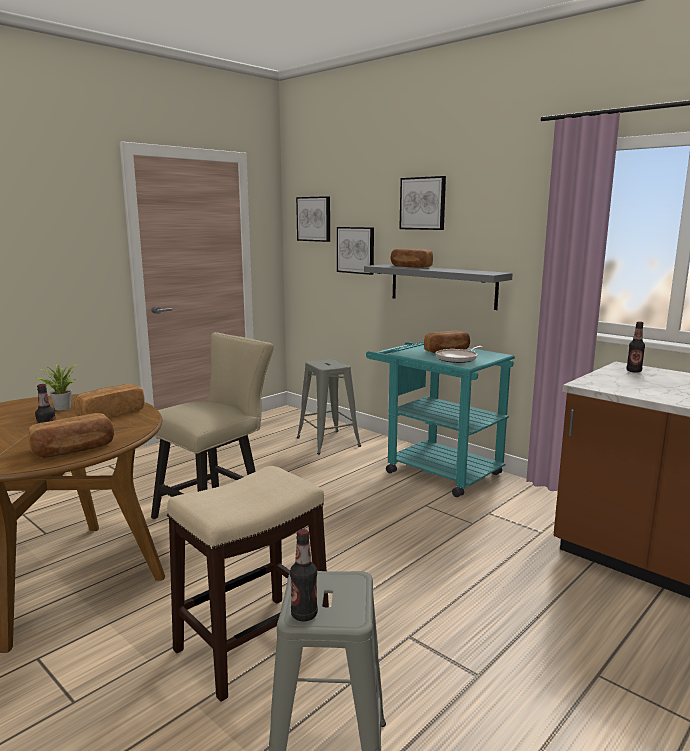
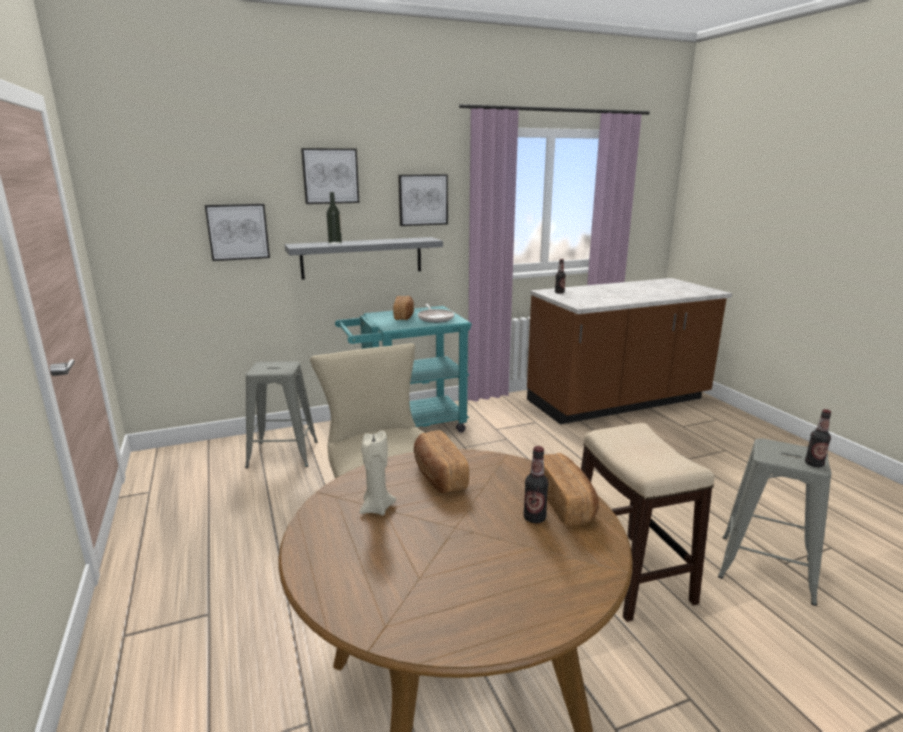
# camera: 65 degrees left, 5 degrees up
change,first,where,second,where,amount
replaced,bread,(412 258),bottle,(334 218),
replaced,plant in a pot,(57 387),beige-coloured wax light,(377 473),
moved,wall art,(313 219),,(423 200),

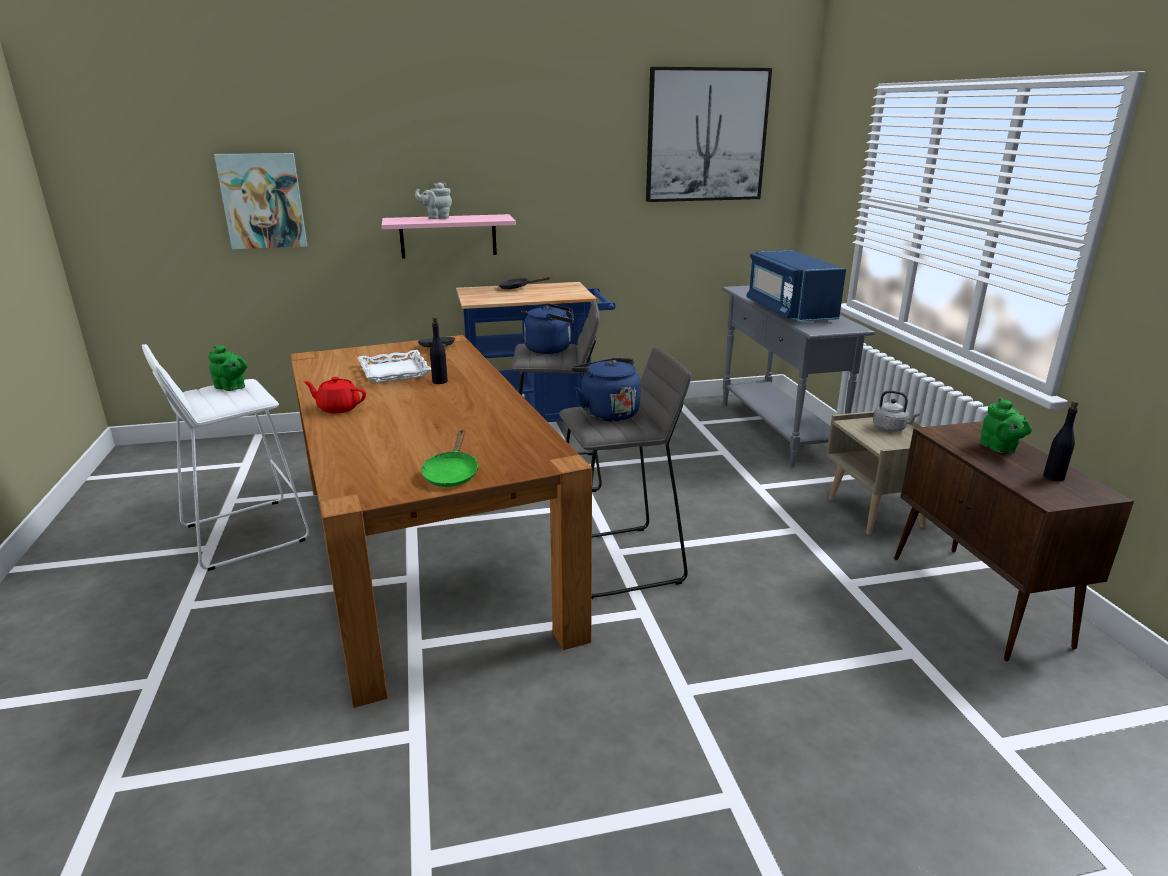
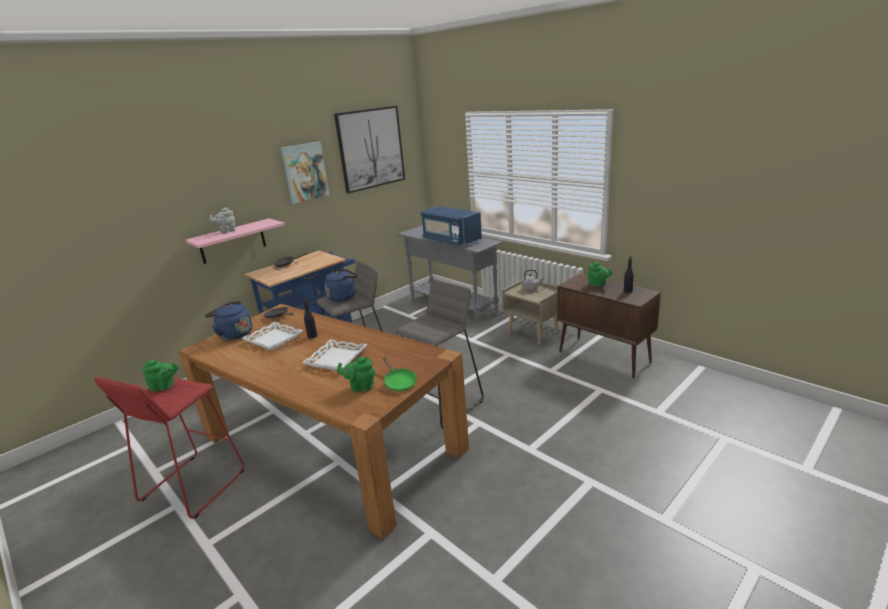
# camera: 30 degrees left, 0 degrees up
change,first,where,second,where,amount
recoloured,whitish stool seat,(225 457),red-coloured stool seat,(169 448),
moved,blue-coloured kettle,(606 390),,(228 320),
moved,wall art,(261 201),,(304 172),
added,,,whitish serving tray,(335 354),
added,,,green-coloured pot for tea,(356 374),
removed,red-coloured pot for tea,(334 395),,,

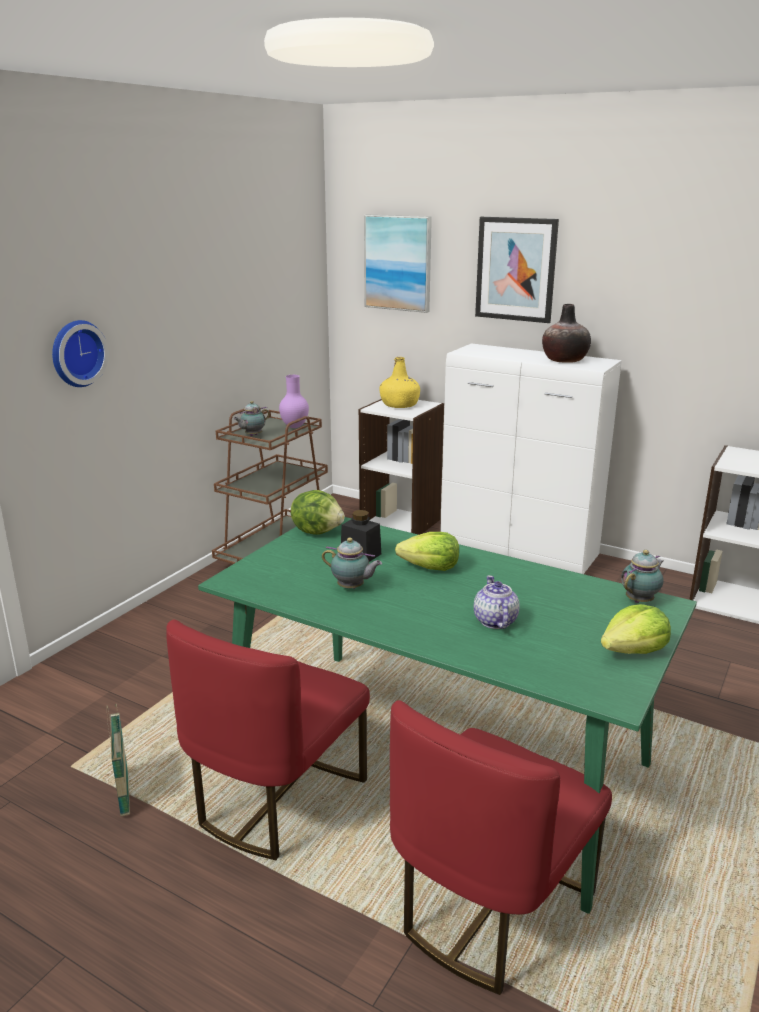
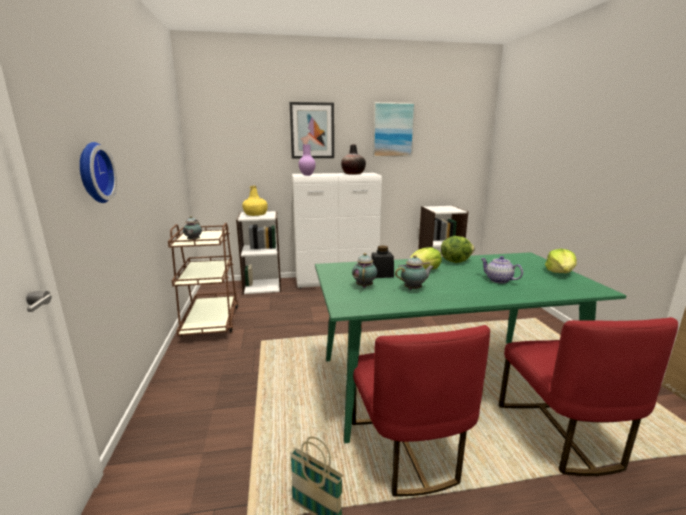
# camera: 40 degrees left, 5 degrees down
change,first,where,second,where,amount
moved,purple-coloured vase,(294 401),,(307 160),
moved,pot for tea,(642 576),,(364 270),
moved,wall art,(398 264),,(394 129),
moved,head of lettuce,(318 512),,(458 249),

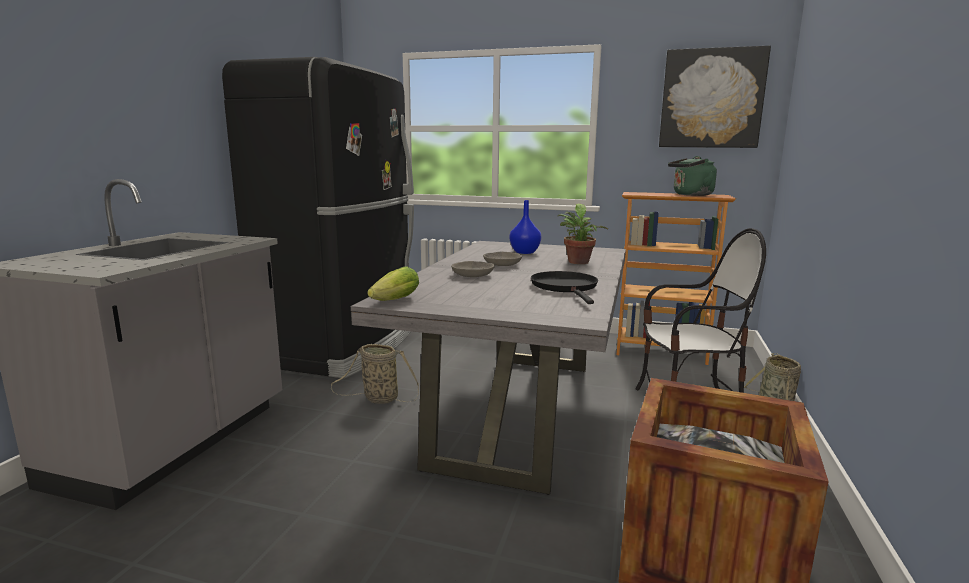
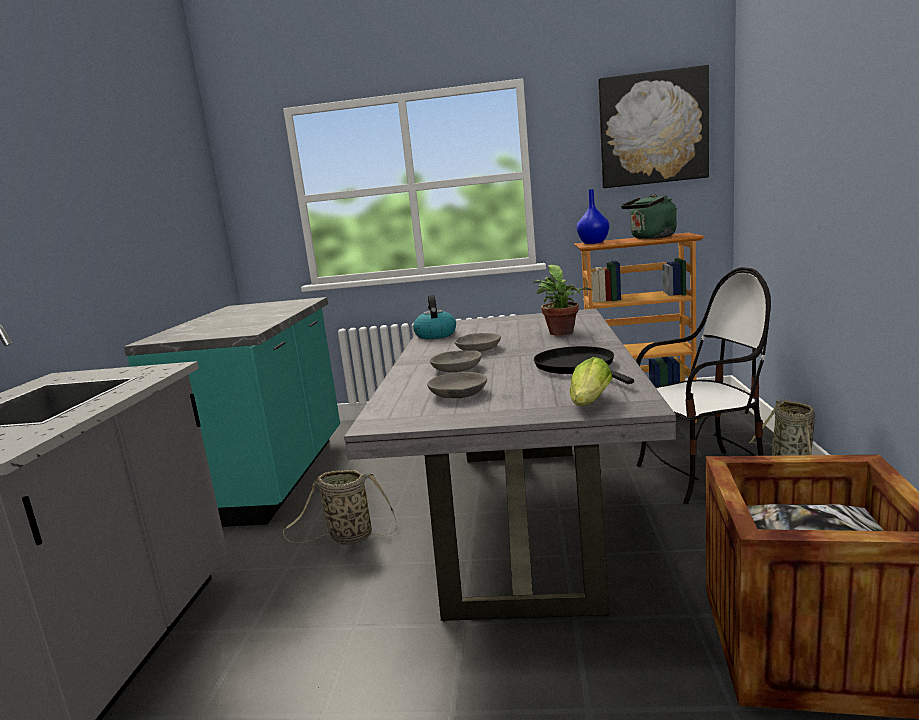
# camera: 10 degrees left, 0 degrees up
change,first,where,second,where,amount
replaced,blackish refrigerator,(318 218),blue-green kitchen base unit,(232 412),
added,,,kettle,(434 317),
added,,,gray serving bowl,(457 385),
moved,head of lettuce,(393 283),,(591 381),
moved,blue-coloured vase,(525 227),,(593 216),

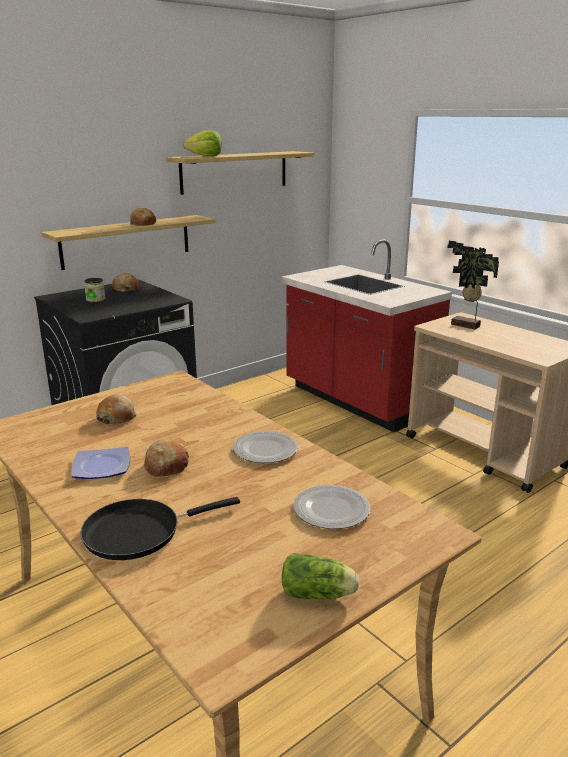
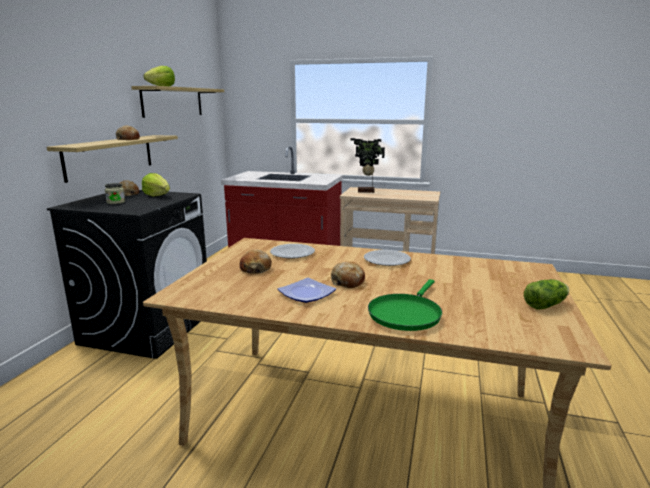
# camera: 35 degrees left, 5 degrees down
change,first,where,second,where,amount
added,,,head of lettuce,(156 184),
moved,flat dish,(331 507),,(292 251),
recoloured,blackish skillet,(160 528),green-coloured skillet,(405 305),

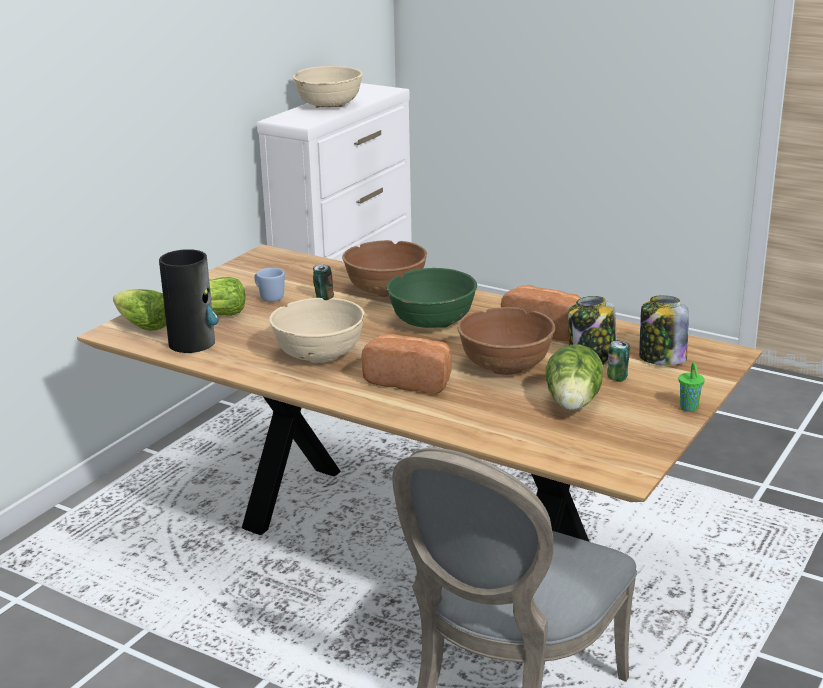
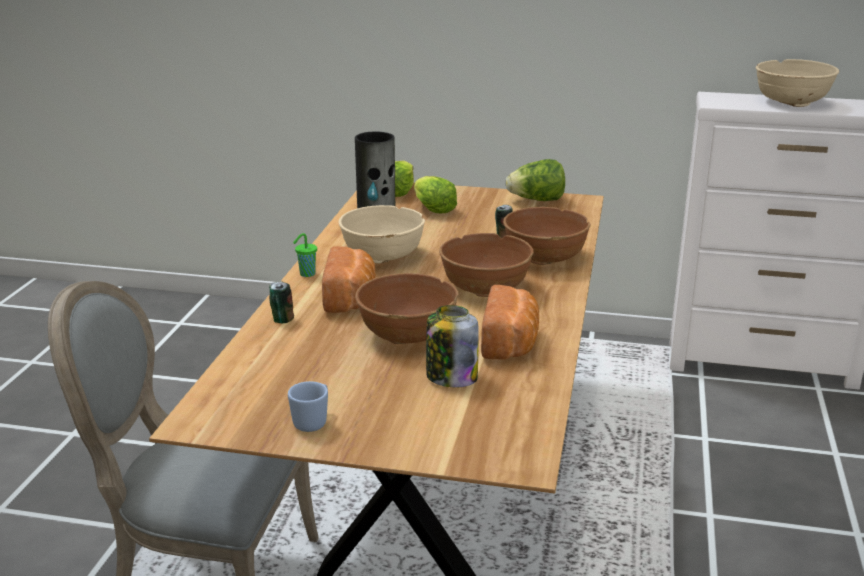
# camera: 70 degrees right, 0 degrees up
change,first,where,second,where,amount
moved,metal can,(618 361),,(281 302),
moved,blue-coloured tea mug,(269 285),,(308 406),
moved,green-coloured small cup,(692 387),,(305 255),
recoloured,green-coloured serving bowl,(432 298),brownish serving bowl,(486 265),
moved,head of lettuce,(574 377),,(535 180),
removed,storage jar,(664 330),,,

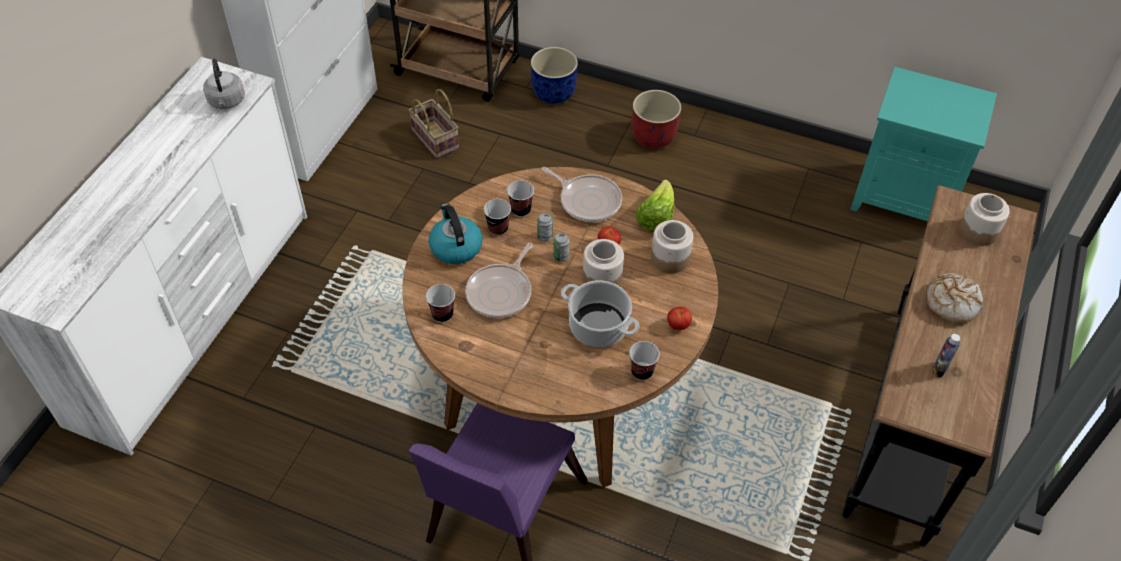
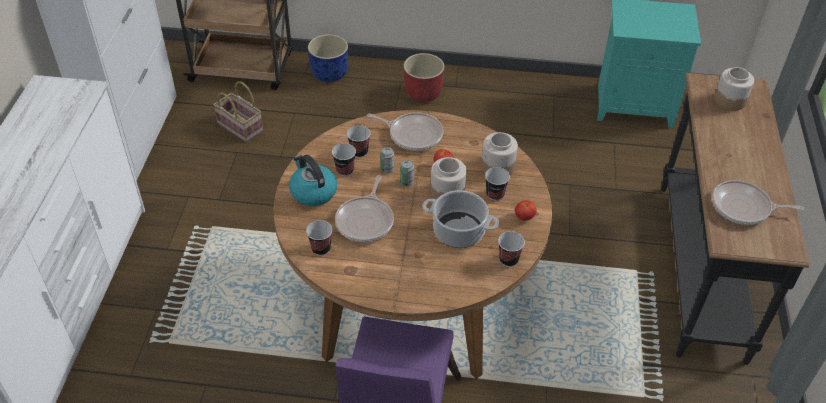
# camera: 15 degrees left, 5 degrees down
change,first,where,second,where,amount
added,,,small cup,(497 184),
replaced,bottle,(946 356),skillet,(758 202),
removed,gray kettle,(224 84),,,
removed,head of lettuce,(655 205),,,
removed,bread,(954 298),,,

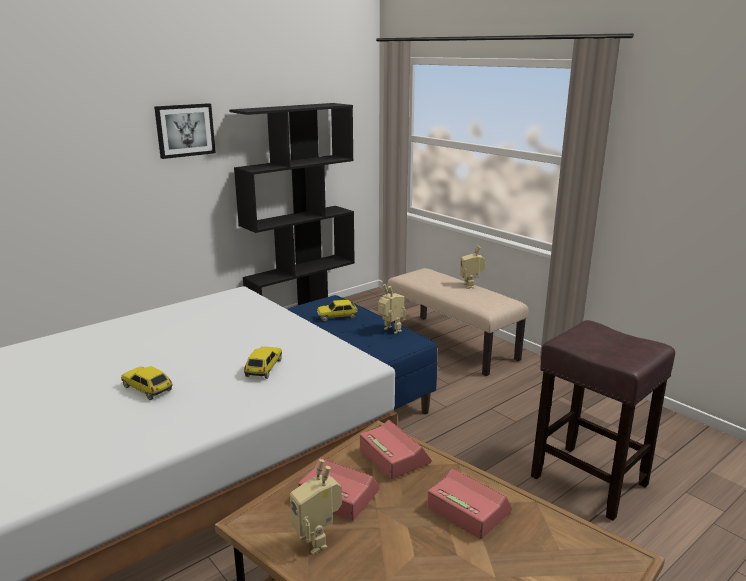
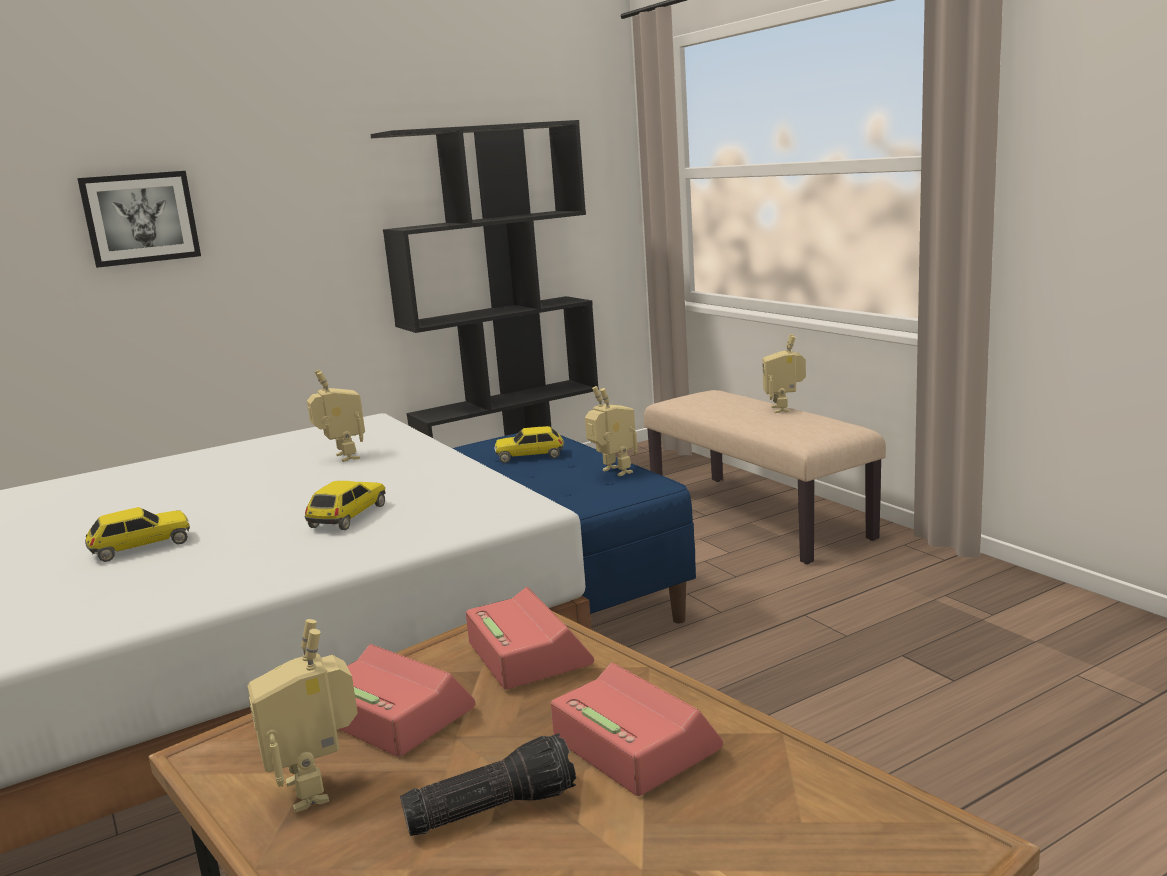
# camera: 10 degrees right, 5 degrees down
change,first,where,second,where,amount
moved,wall art,(185 131),,(139 219),
turned,model car,(146 383),,(137 534),105 degrees clockwise
added,,,model robot,(336 416),
added,,,hand torch,(488 784),
removed,brownish stool seat,(603 420),,,

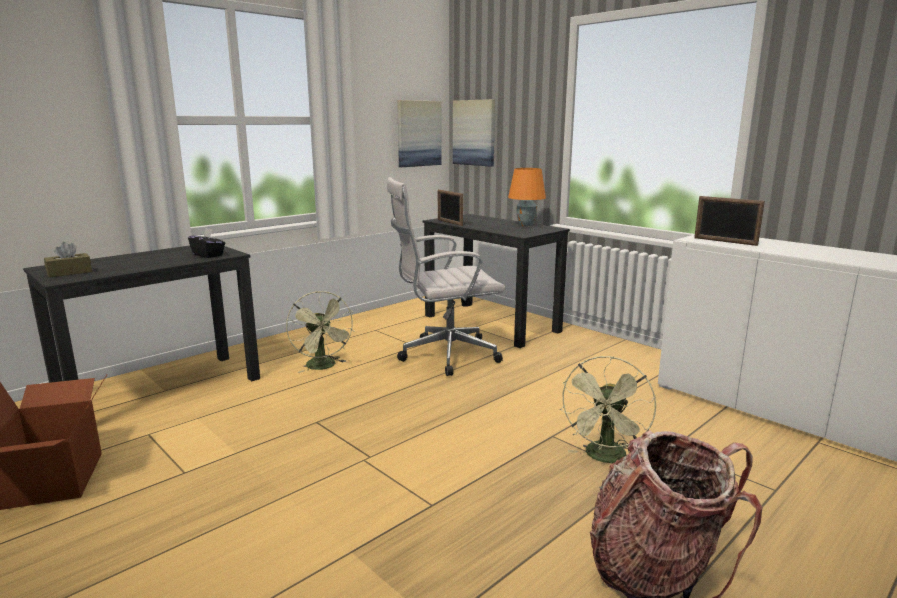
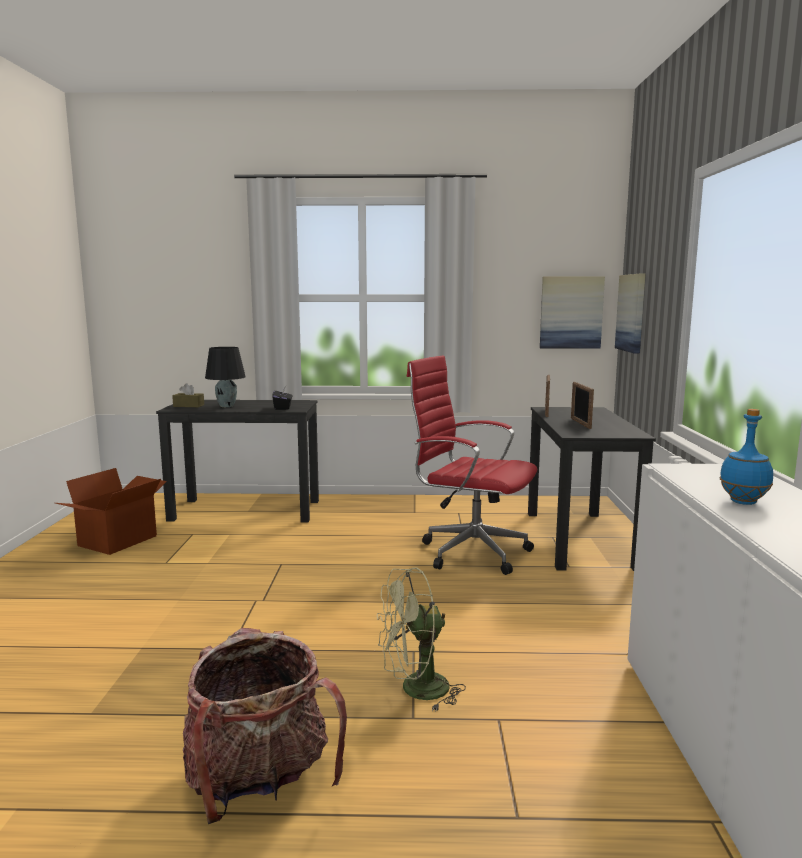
# camera: 45 degrees right, 5 degrees down
change,first,where,second,where,amount
added,,,blackish tabletop lamp,(225 377),
recoloured,whitish computer chair,(446 276),red-coloured computer chair,(472 465),
moved,photo frame,(729 221),,(582 405),
added,,,blue-coloured bottle,(746 457),
removed,green-coloured cooling fan,(320 332),,,
removed,orange tabletop lamp,(527 197),,,

